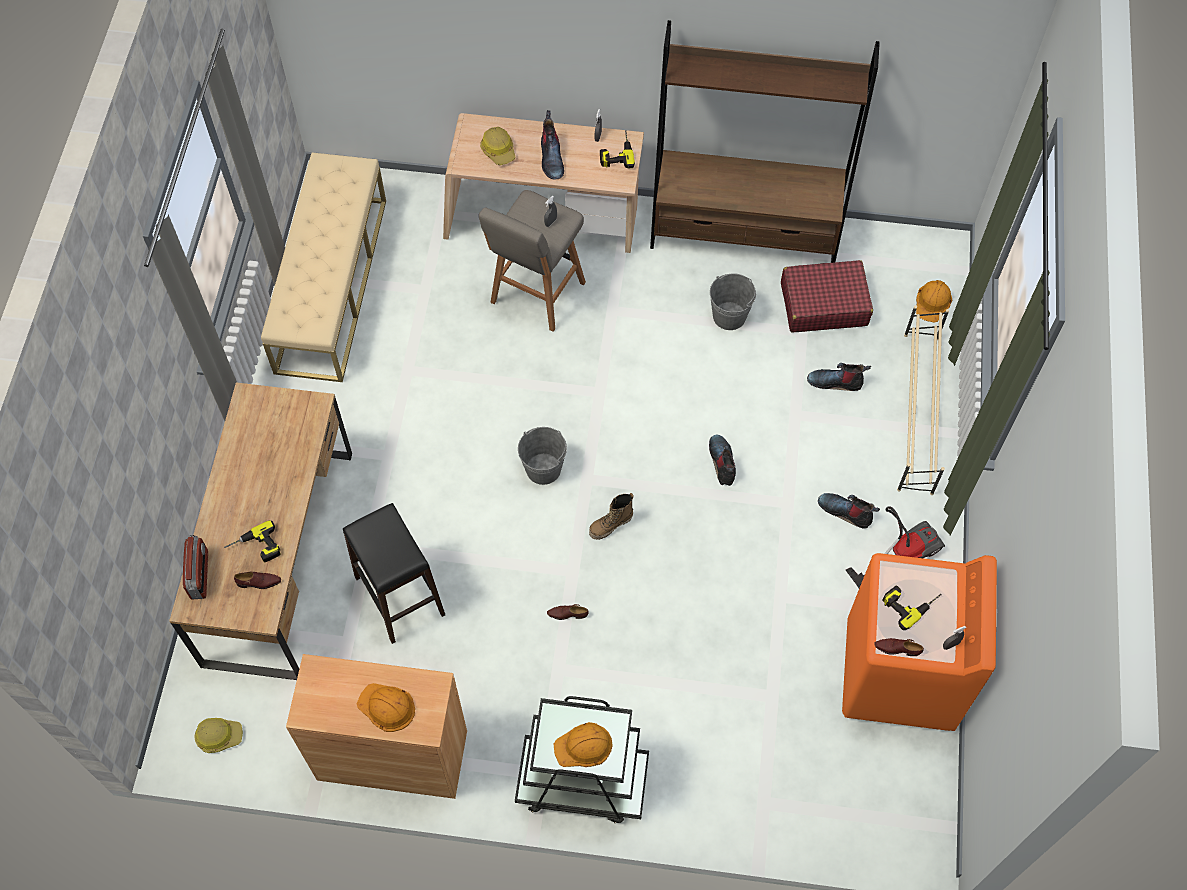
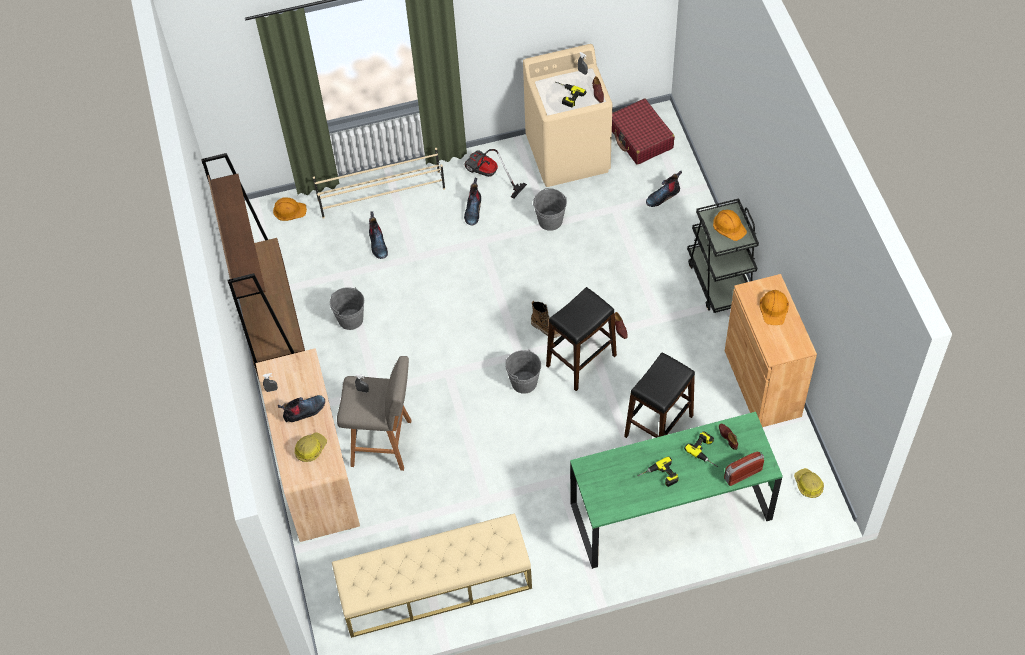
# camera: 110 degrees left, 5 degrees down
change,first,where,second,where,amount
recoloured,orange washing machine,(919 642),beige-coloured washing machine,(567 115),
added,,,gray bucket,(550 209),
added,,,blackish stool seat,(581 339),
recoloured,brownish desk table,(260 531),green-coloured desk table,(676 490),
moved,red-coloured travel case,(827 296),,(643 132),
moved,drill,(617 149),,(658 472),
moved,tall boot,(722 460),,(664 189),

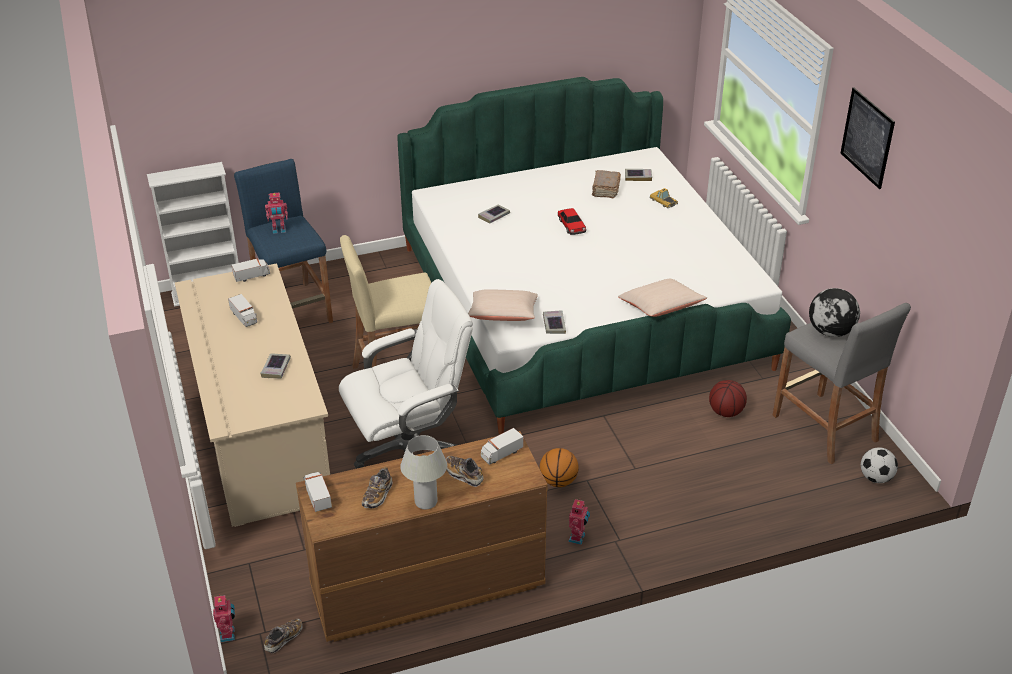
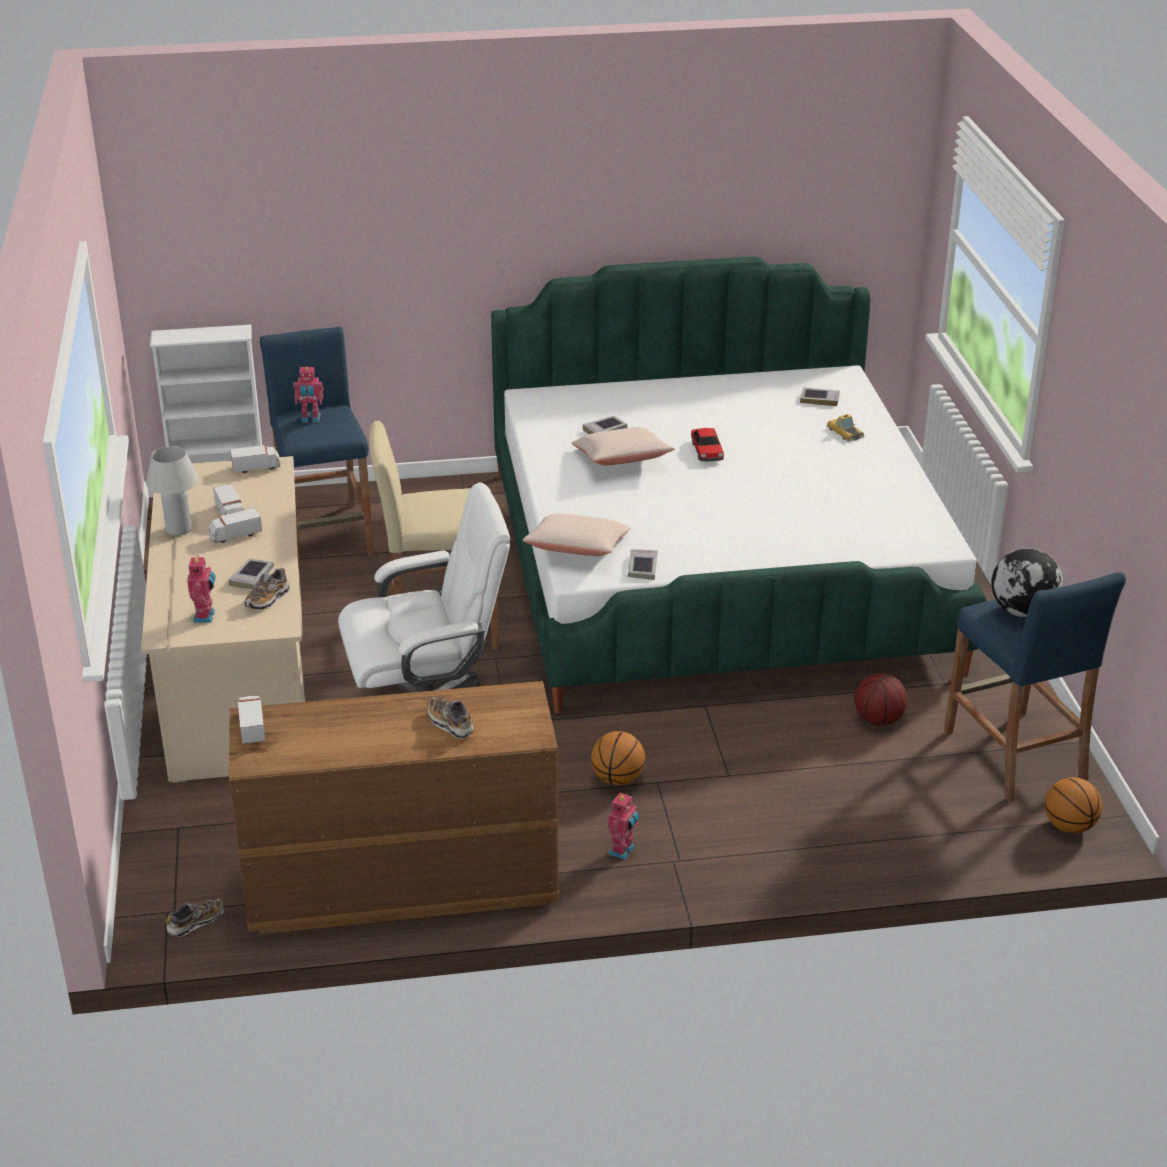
# camera: 10 degrees right, 5 degrees down
change,first,where,second,where,amount
moved,whitish tabletop lamp,(423 472),,(172 491),
moved,model robot,(224 618),,(201 588),
moved,toy lorry,(502 446),,(235 525),
moved,low shoe,(377 488),,(267 589),
moved,beige-coloured throw pillow,(662 298),,(623 446),
recoloured,gray stool seat,(841 383),blue-coloured stool seat,(1035 687),
replaced,football,(879 465),basketball ball,(1073 805),
removed,brownish book,(606 184),,,
removed,wall art,(868 138),,,

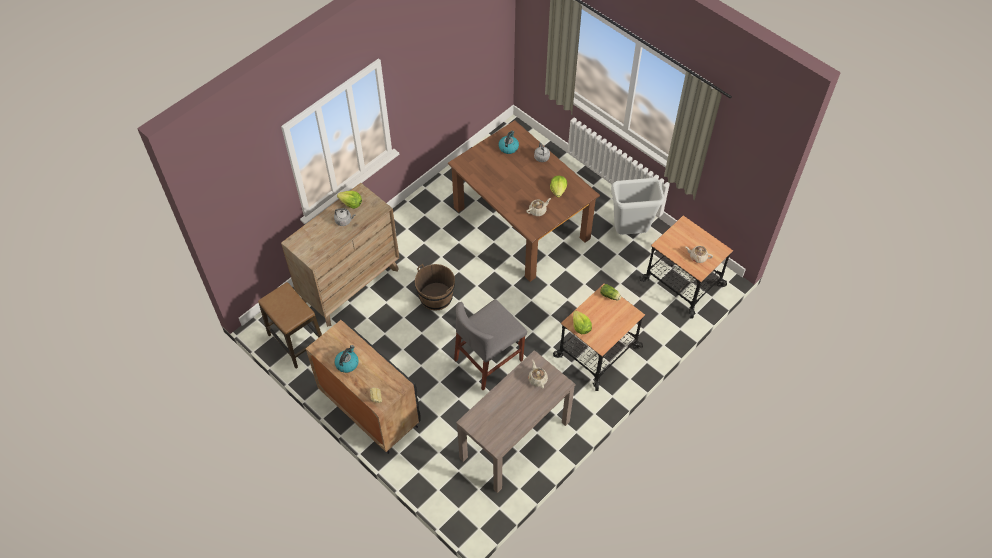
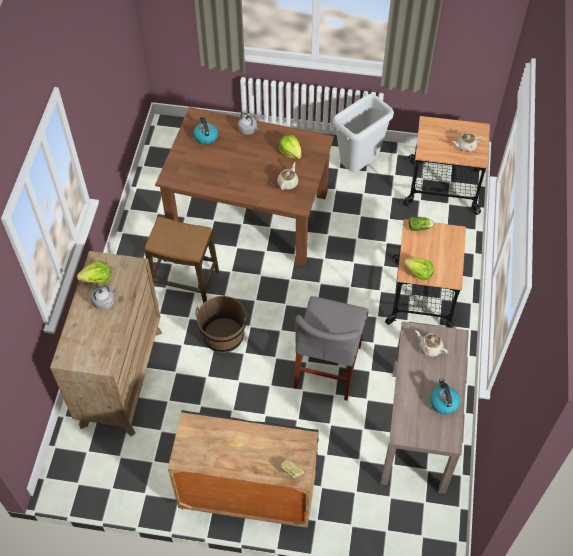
# camera: 35 degrees left, 0 degrees up
change,first,where,second,where,amount
moved,stool seat,(290 325),,(182 259),
moved,kettle,(347 359),,(445 396),

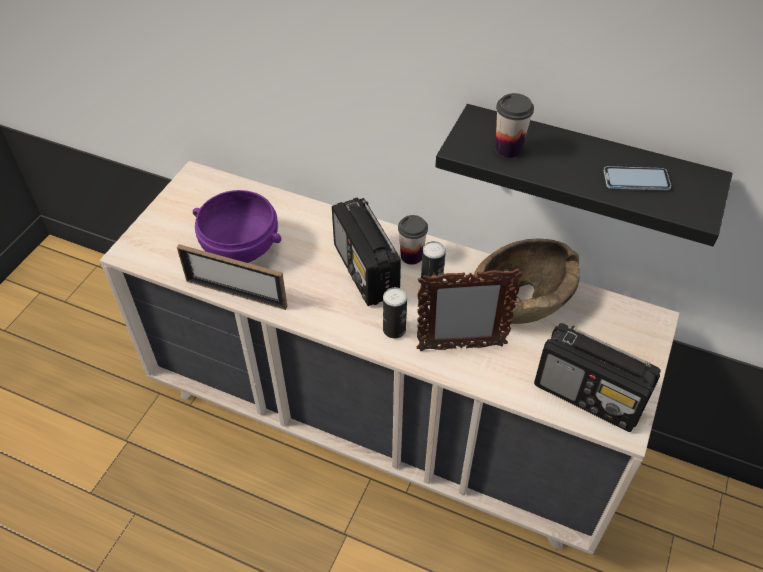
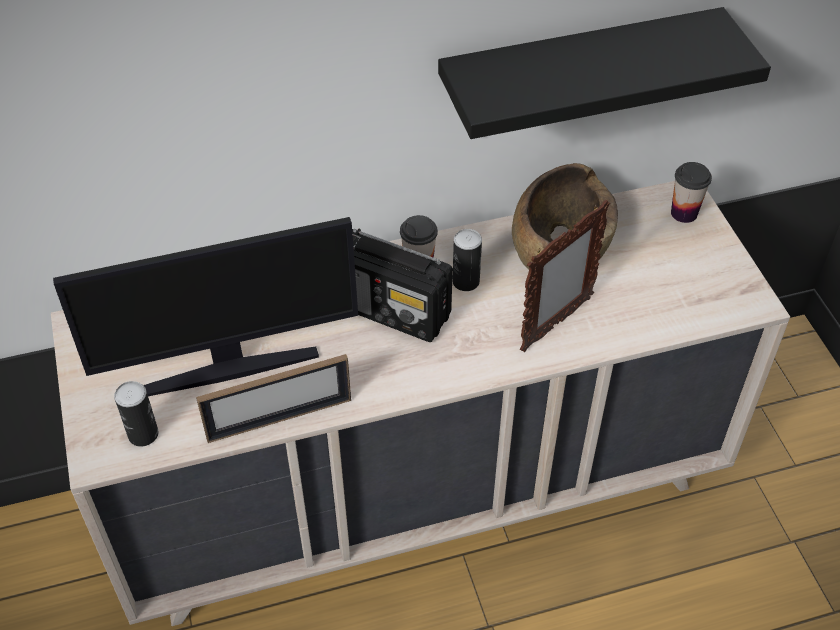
# camera: 40 degrees left, 0 degrees up
change,first,where,second,where,amount
replaced,purple-coloured serving bowl,(237 226),monitor,(205 306),
moved,metal can,(395 312),,(136 414),
moved,small cup,(514 125),,(691 192),
removed,radio set,(597 377),,,
removed,handset,(637 178),,,

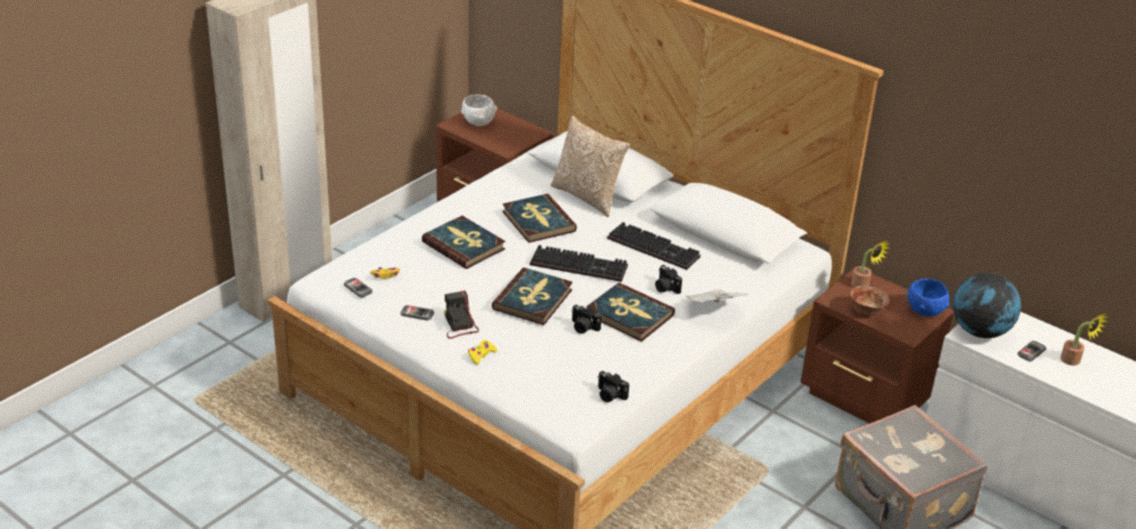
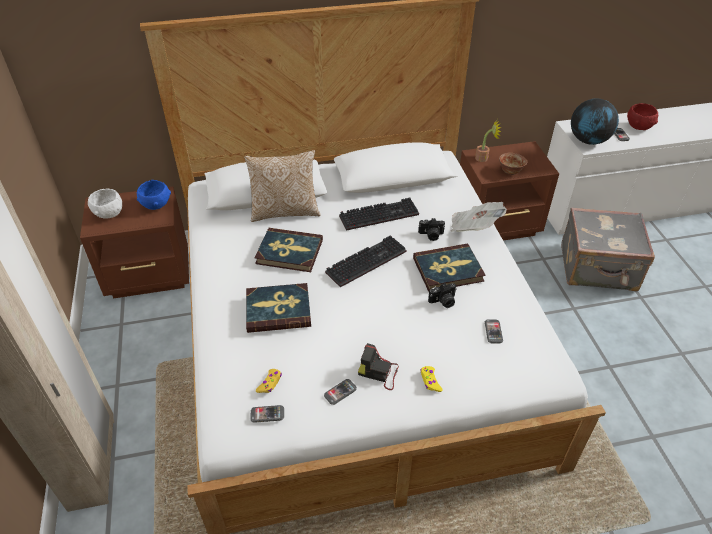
# camera: 50 degrees left, 10 degrees up
change,first,where,second,where,amount
moved,blue-coloured serving bowl,(928 298),,(154 195),
added,,,handset,(494 331),
replaced,plant in a pot,(1083 340),red-coloured serving bowl,(642 116),
removed,book,(532 296),,,
removed,still camera,(613 386),,,

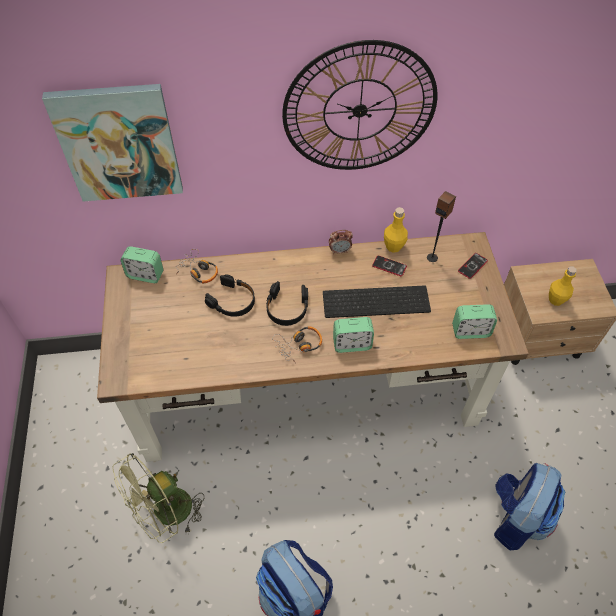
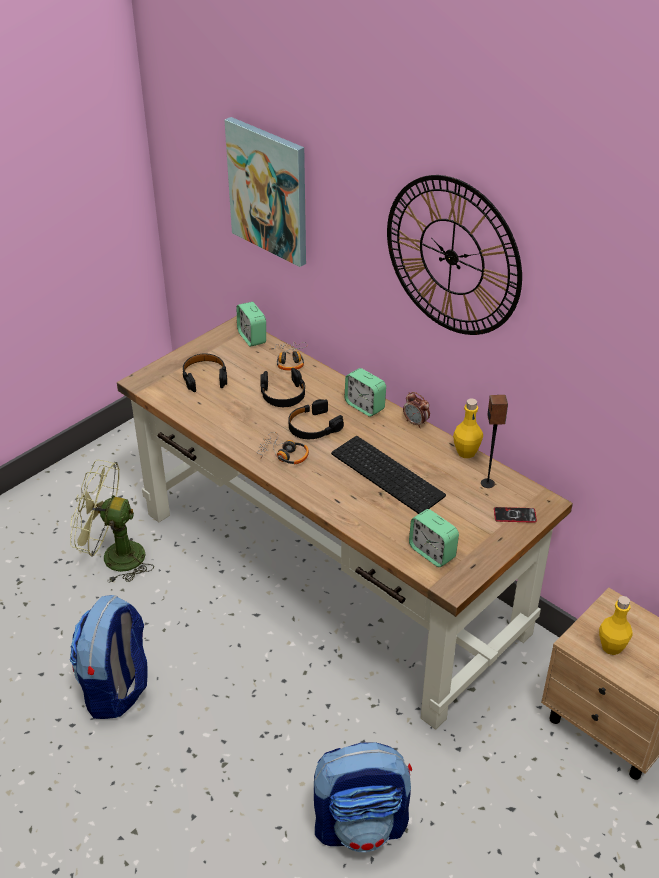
# camera: 50 degrees right, 15 degrees down
change,first,where,second,where,amount
added,,,blackish pair of headphones,(204 372),
moved,alarm clock,(353 335),,(365 392),
removed,handset,(389 266),,,

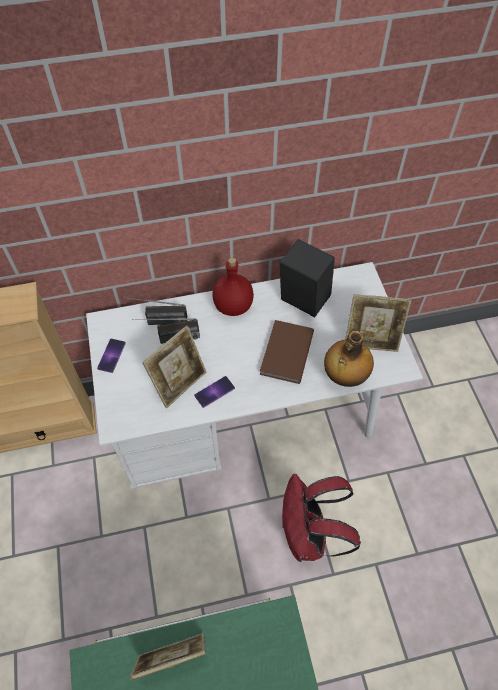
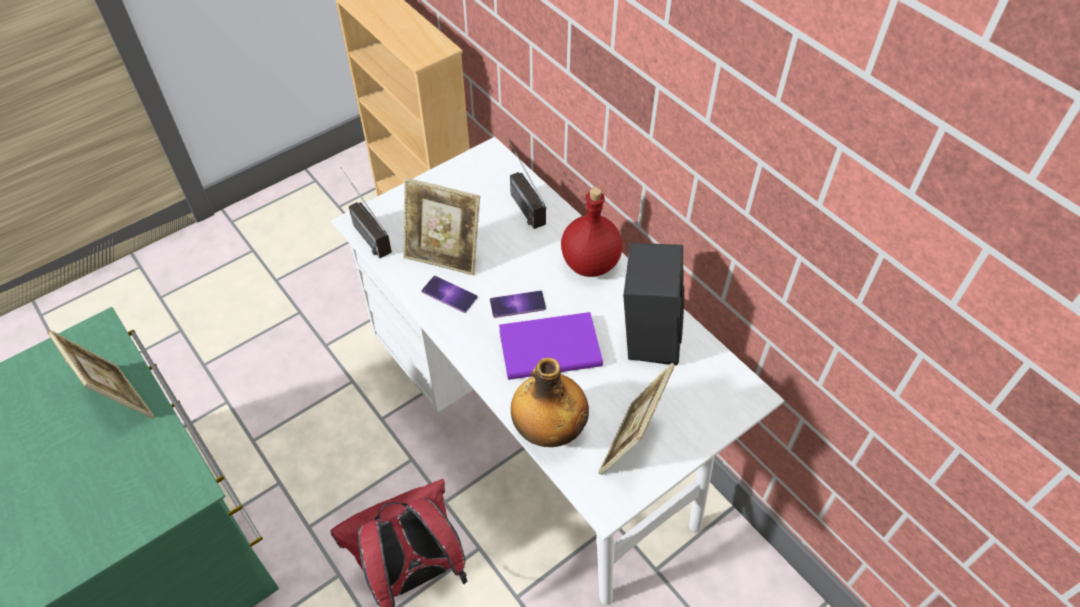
# camera: 65 degrees right, 5 degrees down
change,first,where,second,where,amount
moved,radio set,(166 331),,(366 213),
moved,handset,(111 356),,(518 304),
recoloured,brownish book,(287 352),purple-coloured book,(551 346),
turned,photo frame,(378 323),,(636 419),45 degrees clockwise

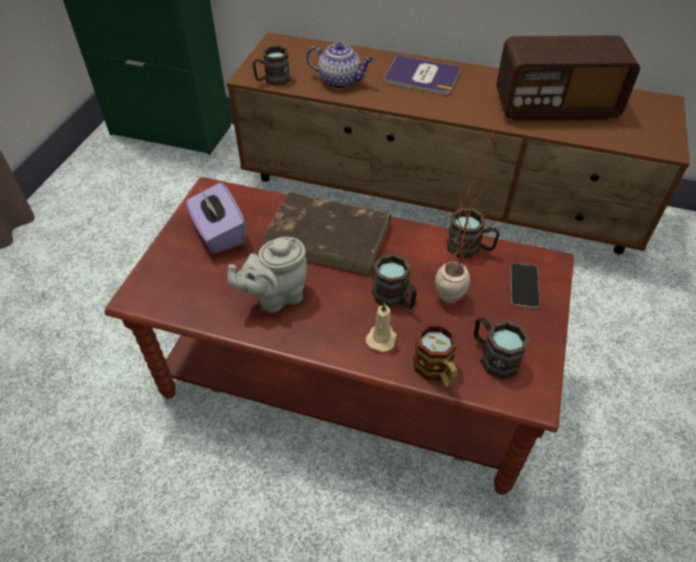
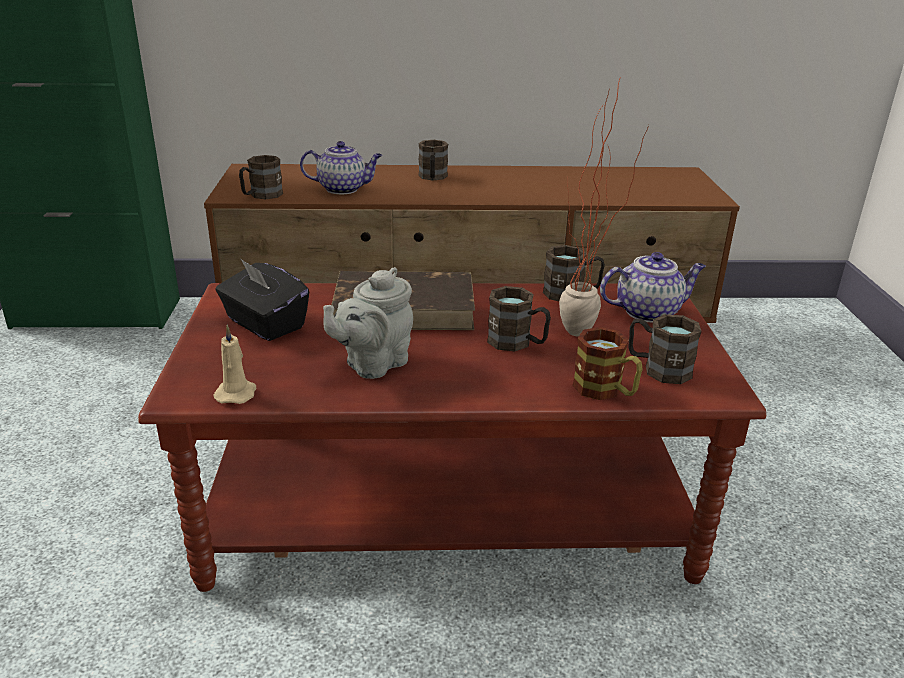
# camera: 20 degrees left, 20 degrees down
change,first,where,second,where,amount
moved,beige-coloured wax light,(381 327),,(234 364),
recoloured,purple-coloured tissue holder,(216 218),blackish tissue holder,(262 299),
replaced,book,(422 75),brownish tea mug,(433 160),
replaced,handset,(525 285),pot for tea,(653 287),
removed,radio set,(568 77),,,

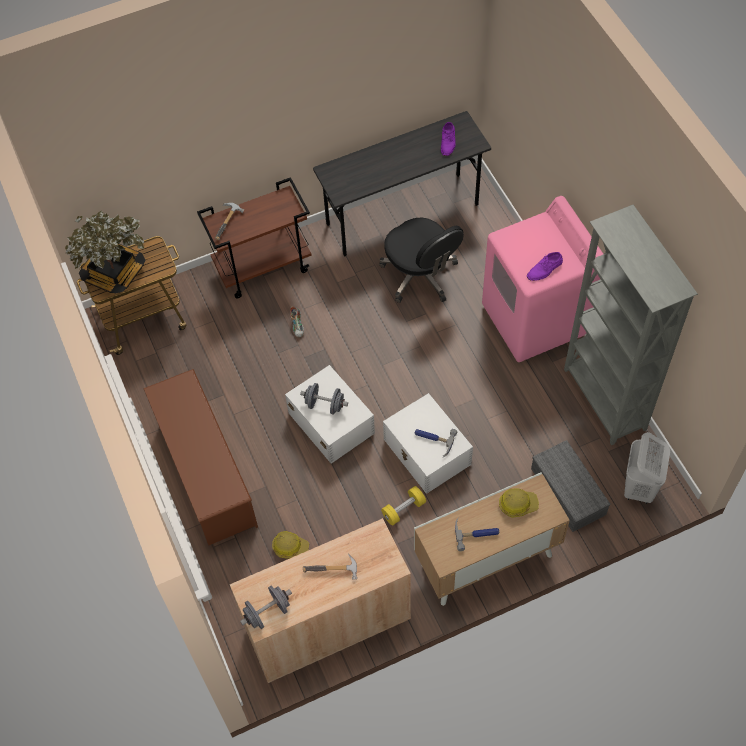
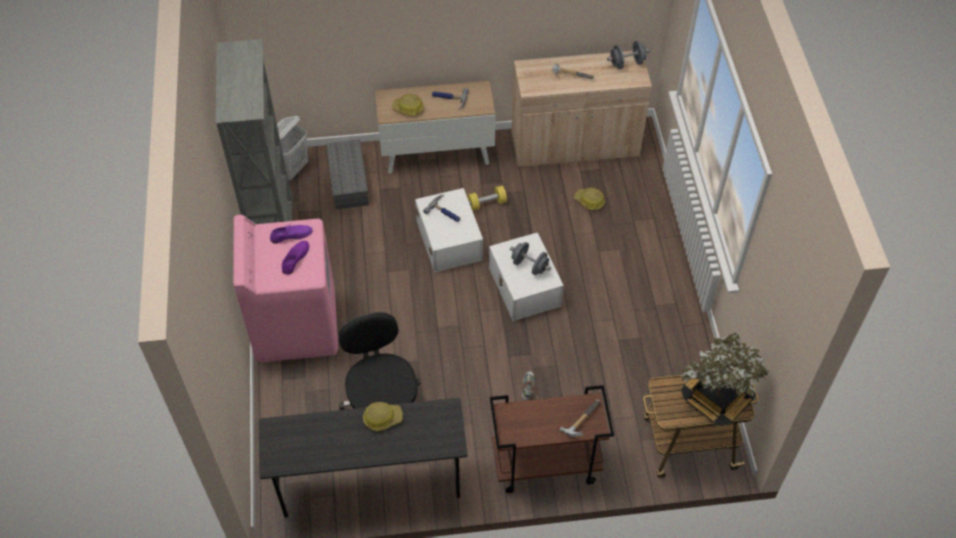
# camera: 165 degrees left, 5 degrees down
change,first,where,second,where,amount
moved,purple-coloured low shoe,(448 139),,(295 258),
added,,,work helmet,(383 416),
removed,brownish shoe rack,(200 457),,,

